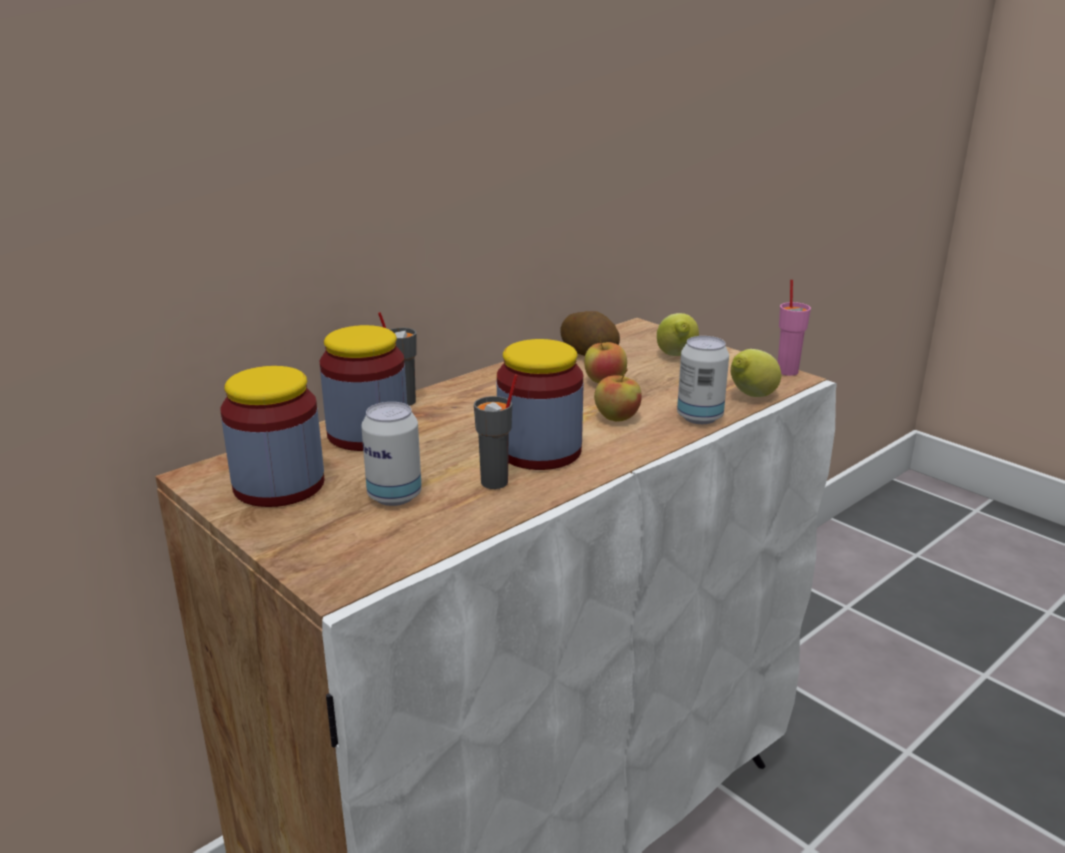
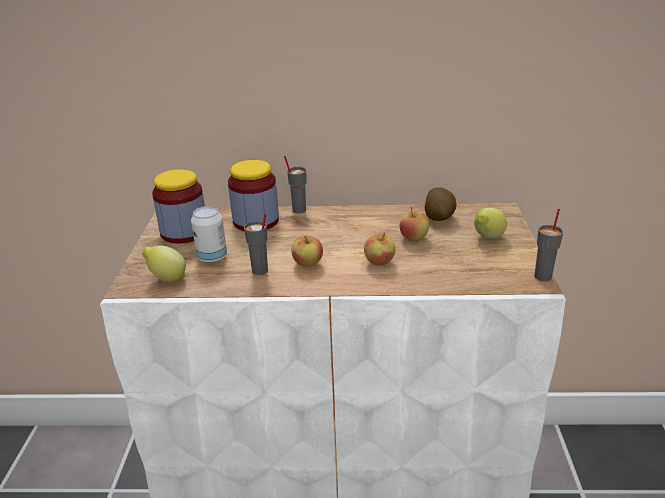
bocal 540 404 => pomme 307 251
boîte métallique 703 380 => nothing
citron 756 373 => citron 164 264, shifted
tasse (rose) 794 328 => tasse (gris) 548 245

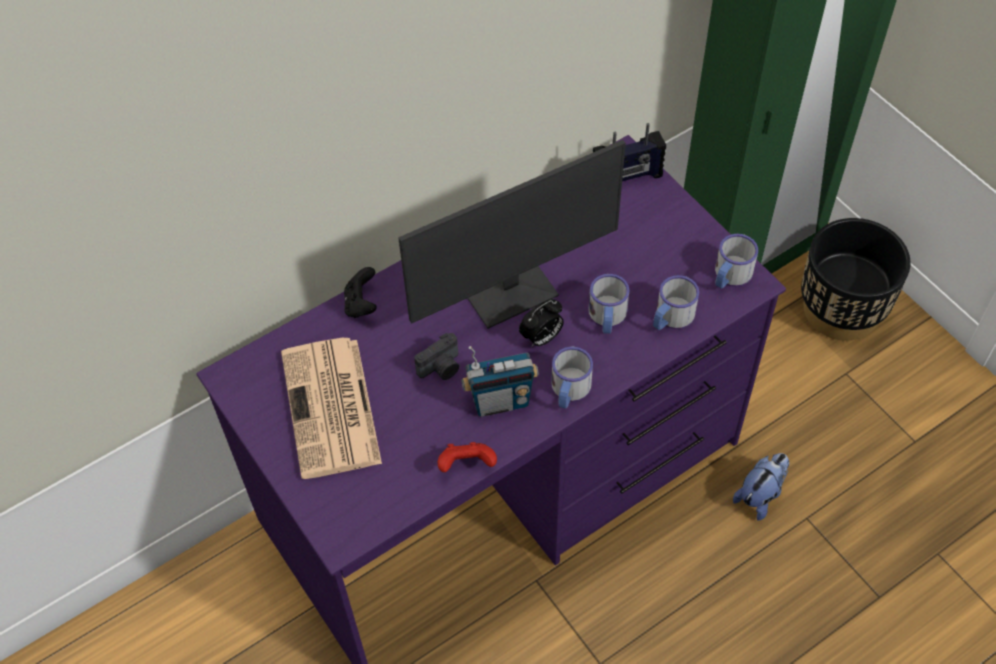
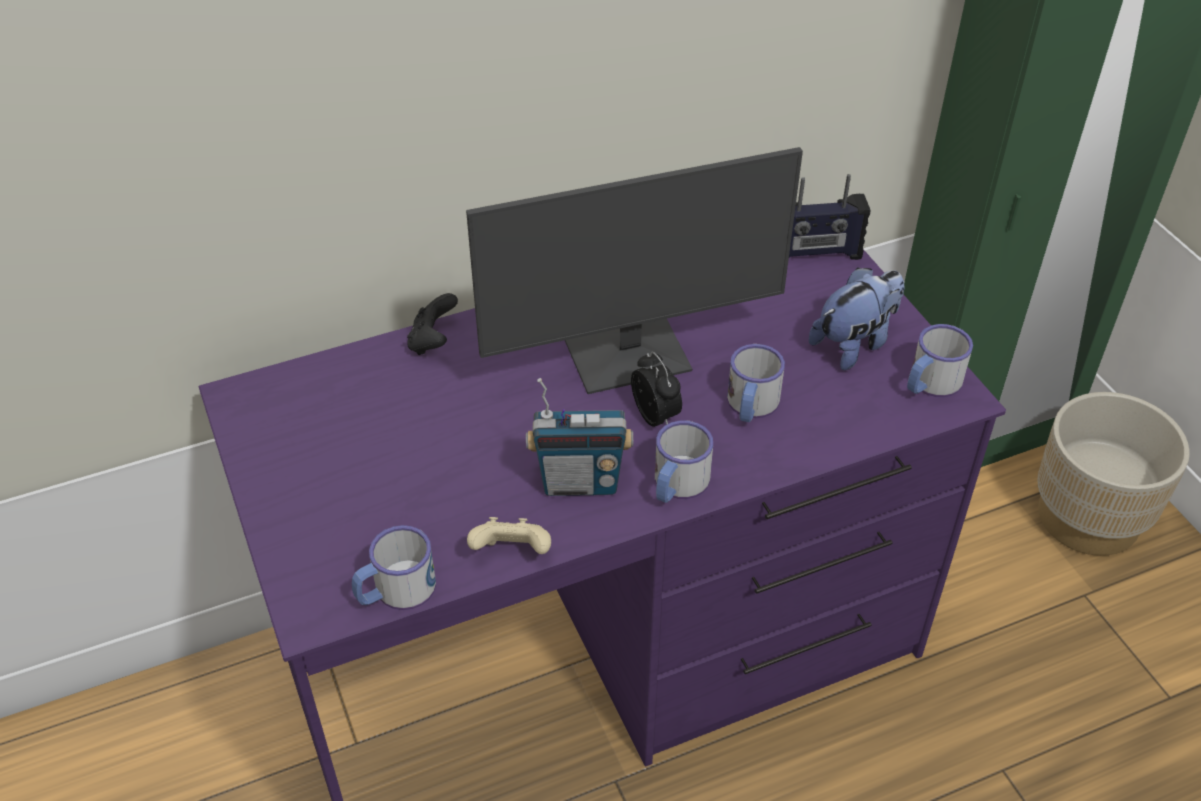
journal 331 408 => nothing
appareil photo 436 356 => nothing
manette (rouge) 467 457 => manette (beige) 509 535
réveil 541 323 => réveil 656 389, 90 degrees counterclockwise
mug 676 302 => mug 394 567, shifted
peluche 761 487 => peluche 857 319, shifted
cache-pot (noir) 856 279 => cache-pot (beige) 1113 474

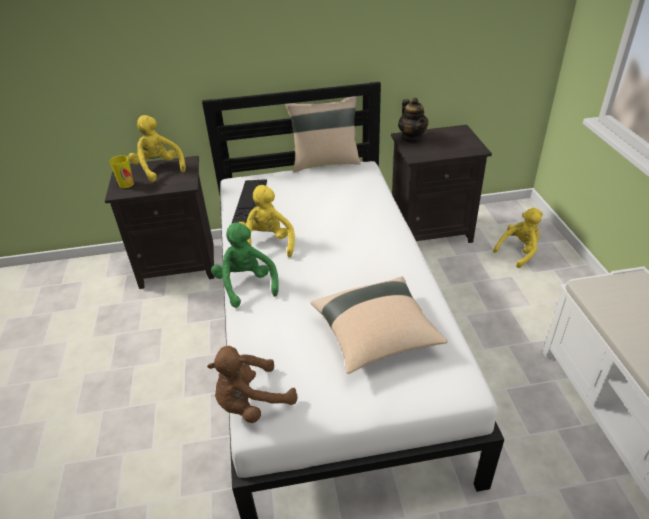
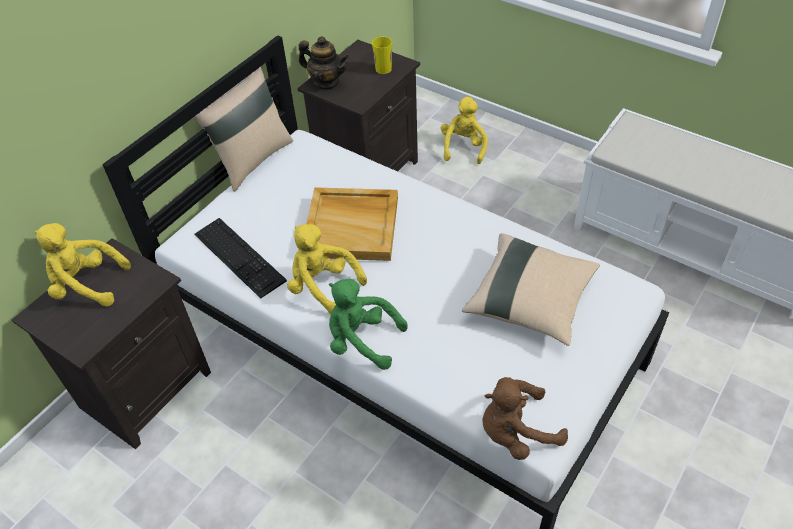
tasse 121 171 => tasse 382 55, shifted
peluche (marron) 252 384 => peluche (marron) 525 418, 60 degrees clockwise
nothing => plateau (beige) 352 224

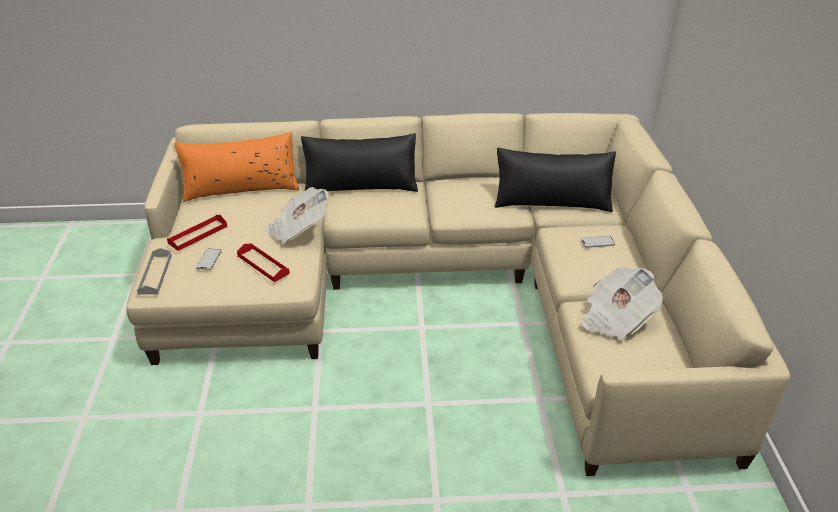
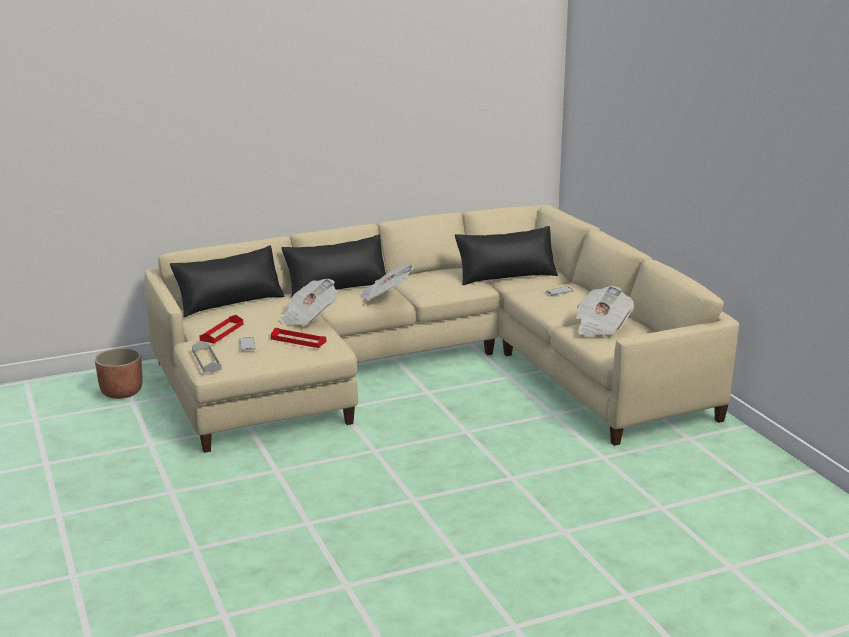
coussin (orange) 236 167 => coussin (noir) 227 281
nothing => cache-pot 118 373
nothing => journal 386 282

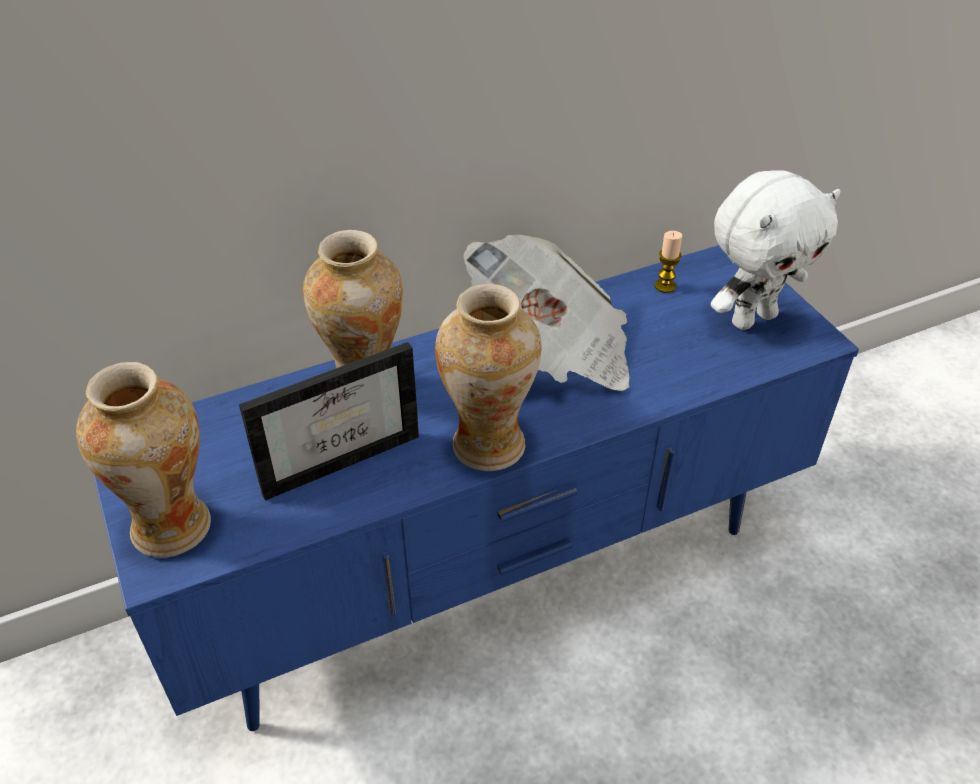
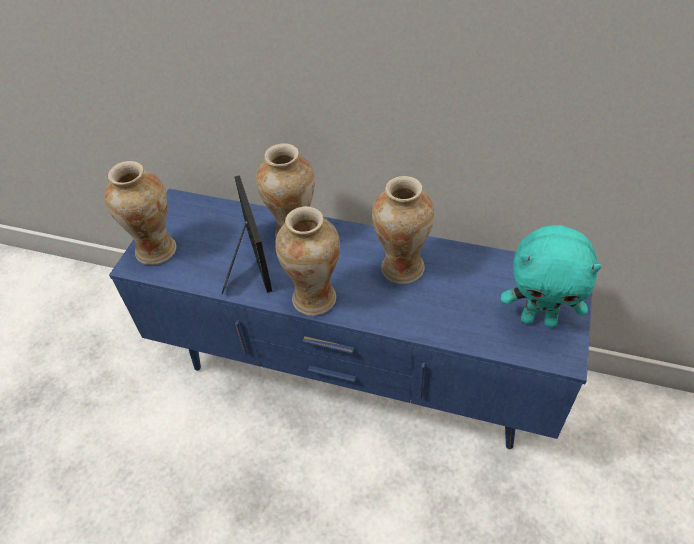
cadre photo 329 421 => cadre photo 247 234, 120 degrees counterclockwise
journal 546 313 => vase 403 230
bougie 668 262 => nothing
peluche (blanc) 776 250 => peluche (turquoise) 551 276

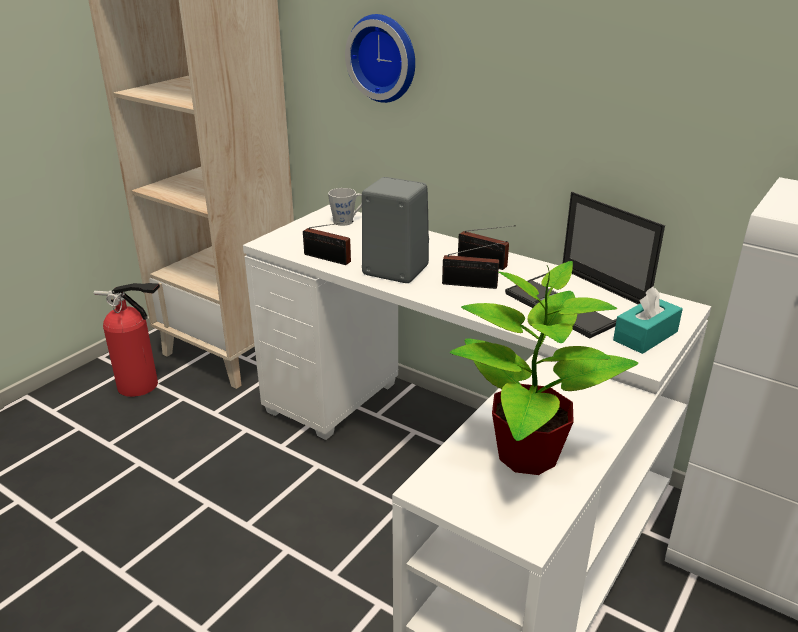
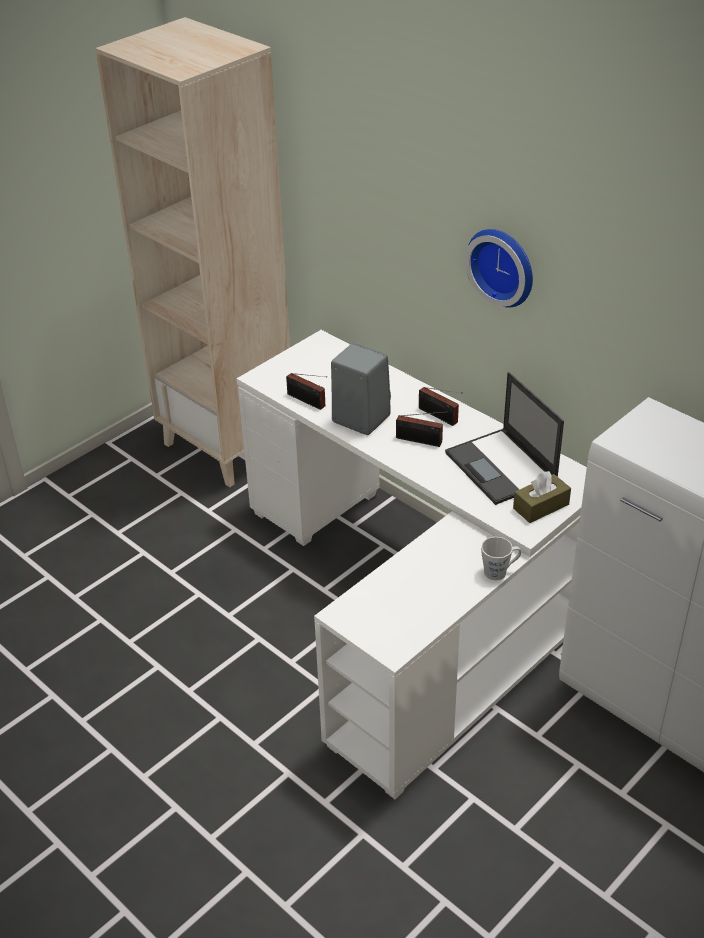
extincteur 127 340 => nothing
mug (gris) 345 207 => mug (gris) 501 558, shifted
horloge murale 380 58 => horloge murale 499 268, shifted
plante en pot 544 368 => nothing
boîte à mouchoirs (turquoise) 648 320 => boîte à mouchoirs (marron) 542 497

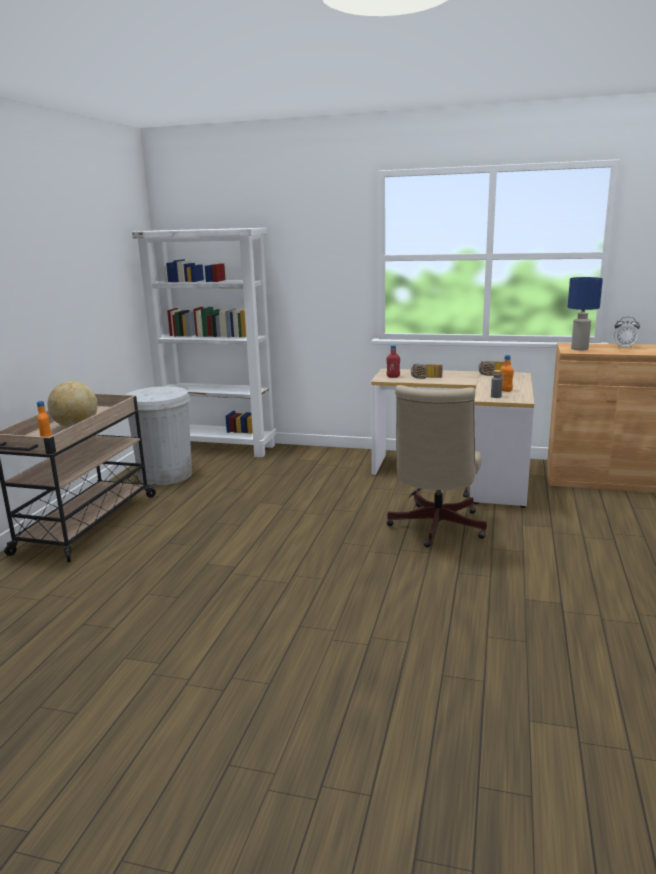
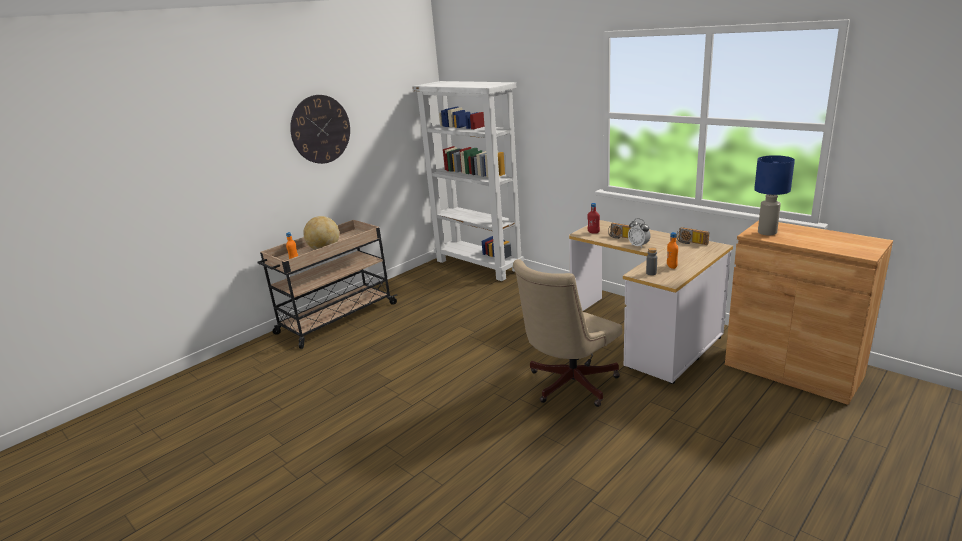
poubelle (blanc) 159 435 => nothing
réveil 627 332 => réveil 639 233, shifted
nothing => horloge murale 320 129

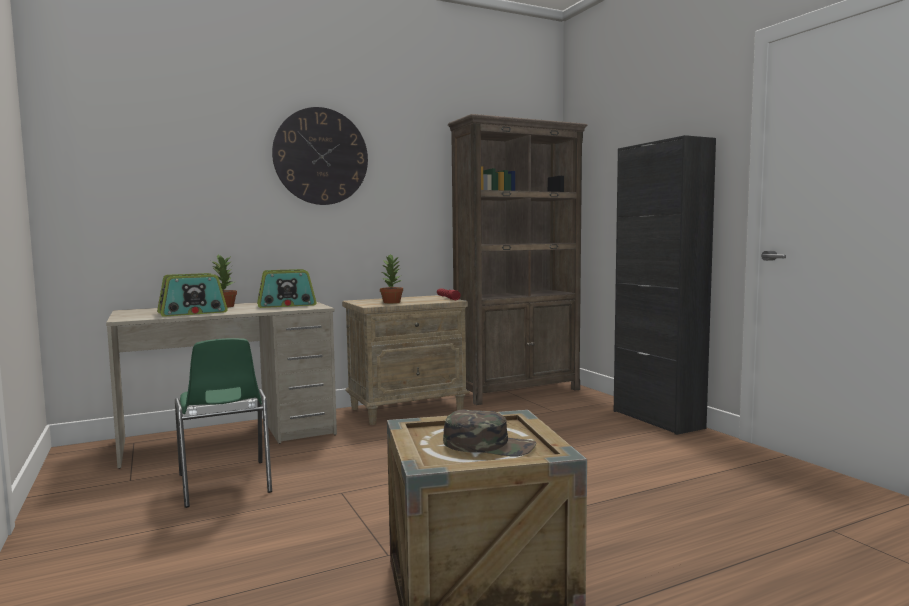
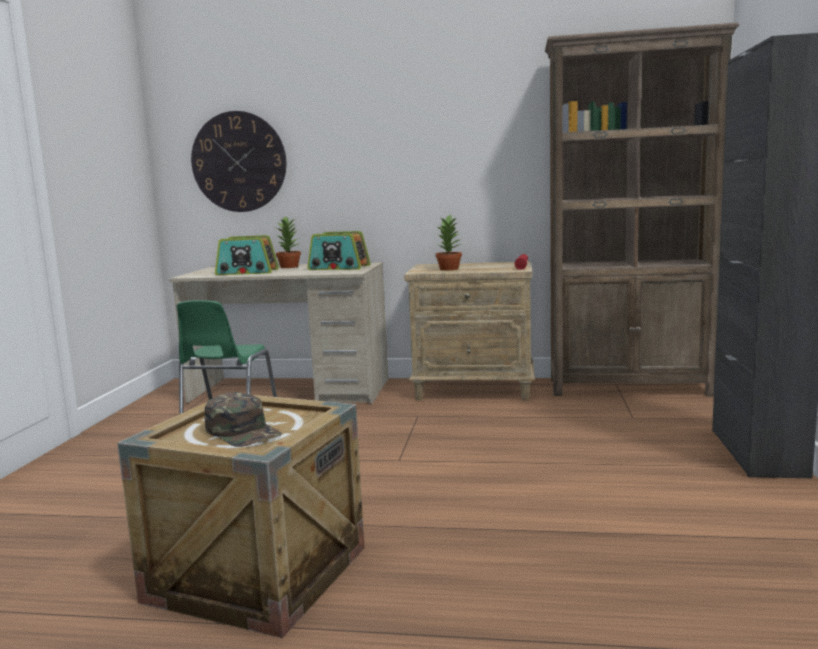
horloge murale 320 156 => horloge murale 238 161, shifted

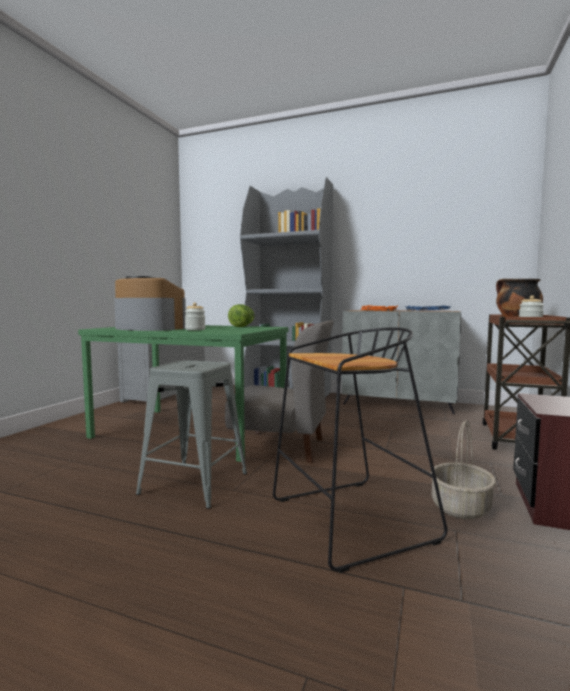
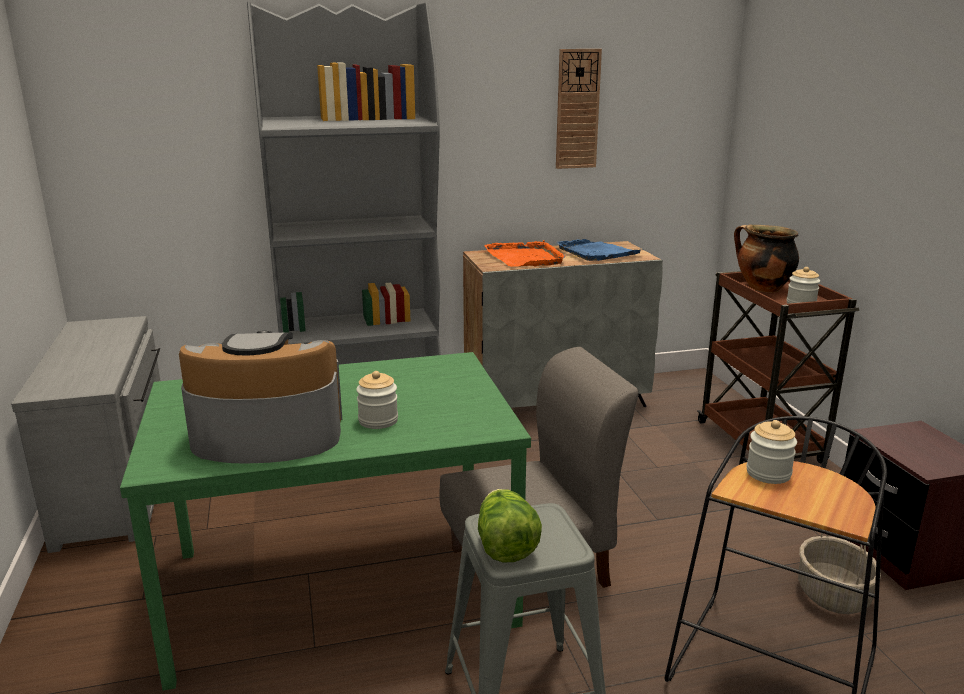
laitue 241 315 => laitue 510 525, shifted
nothing => horloge murale 579 109
nothing => bocal 771 452

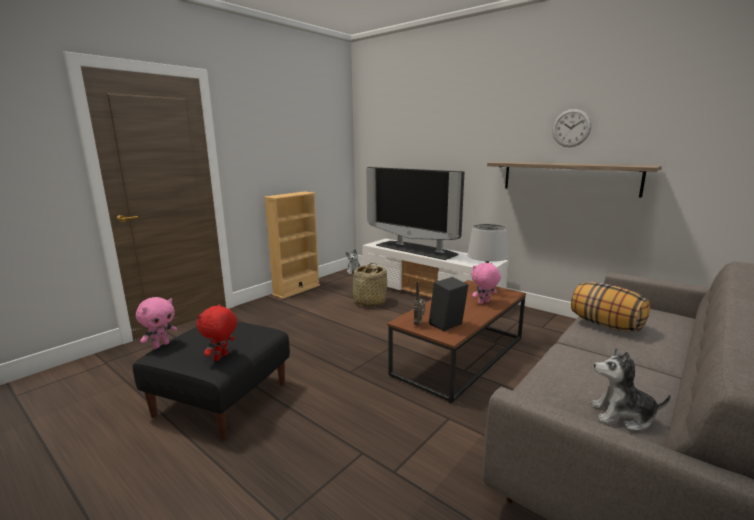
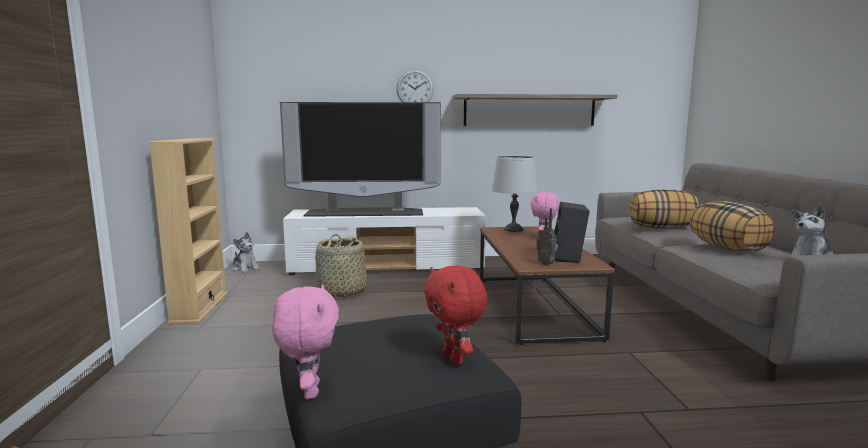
horloge murale 571 128 => horloge murale 415 86, shifted
nothing => coussin 732 226

